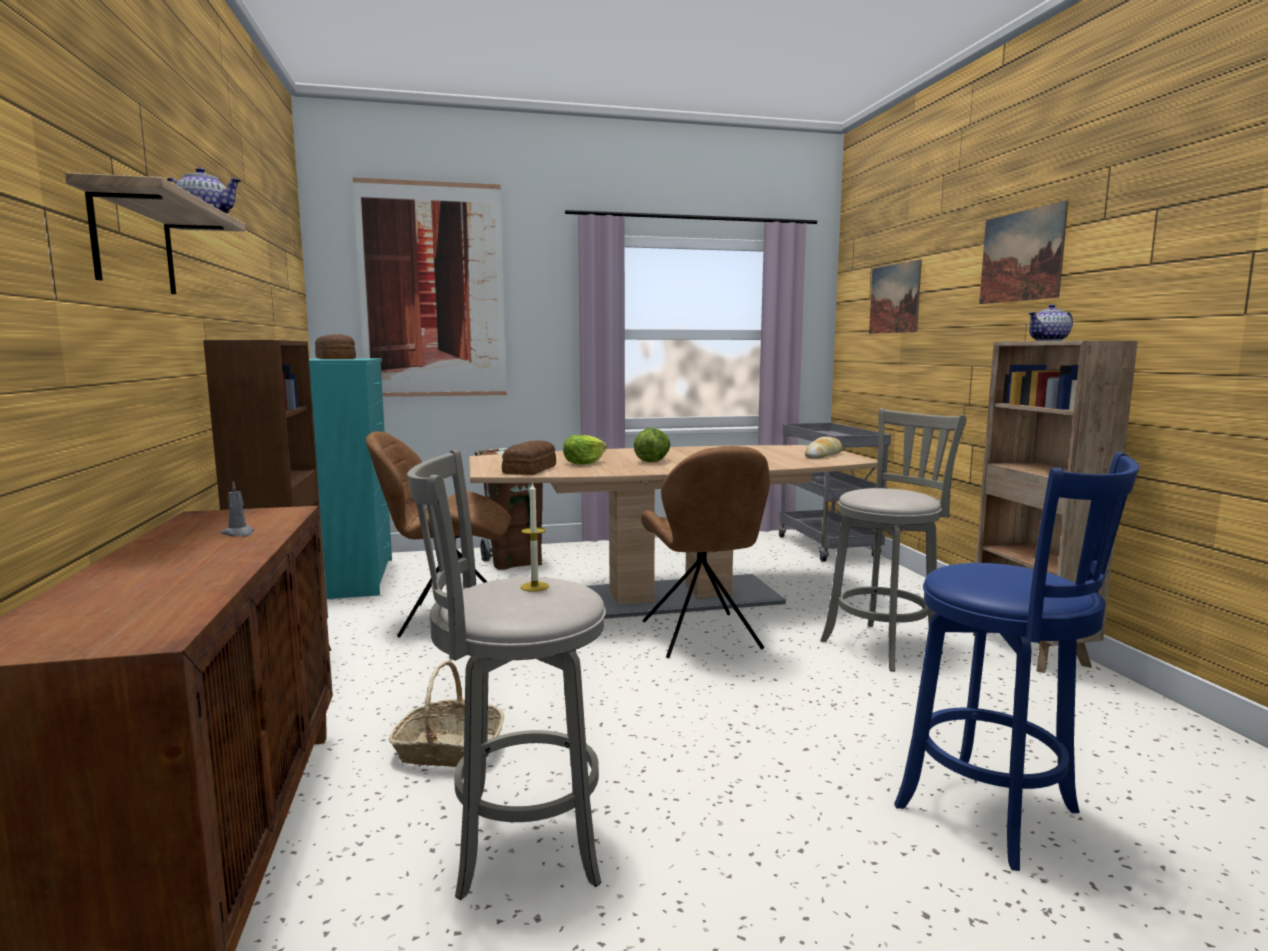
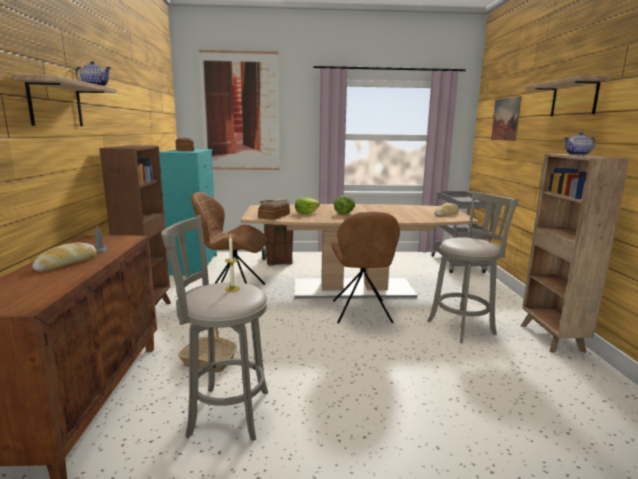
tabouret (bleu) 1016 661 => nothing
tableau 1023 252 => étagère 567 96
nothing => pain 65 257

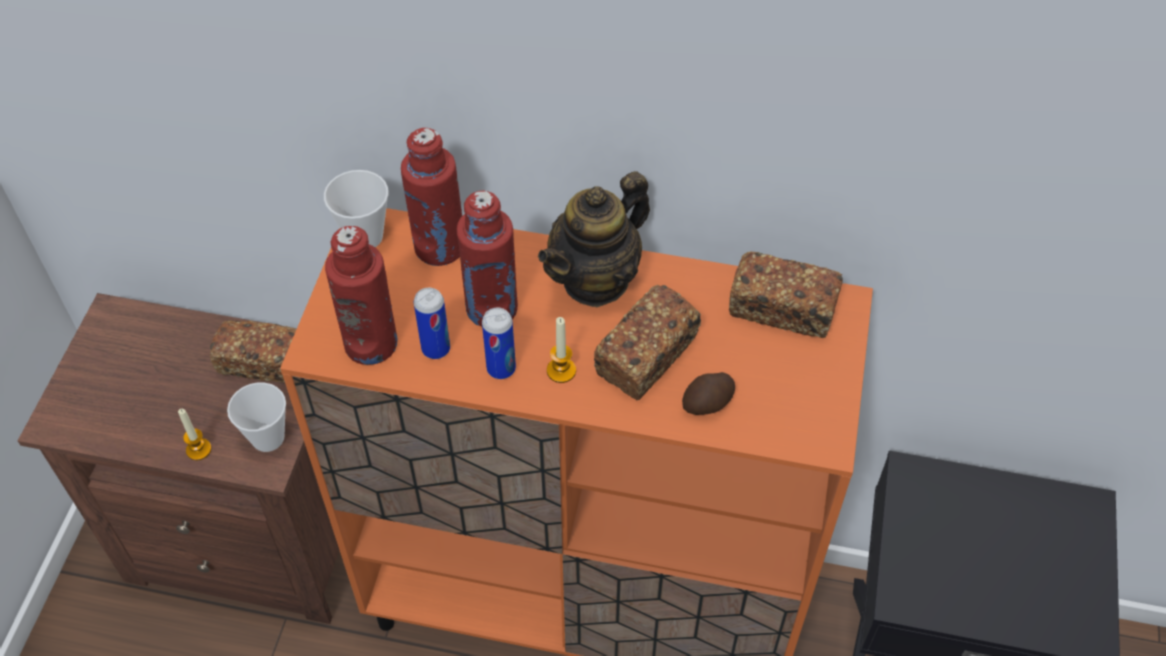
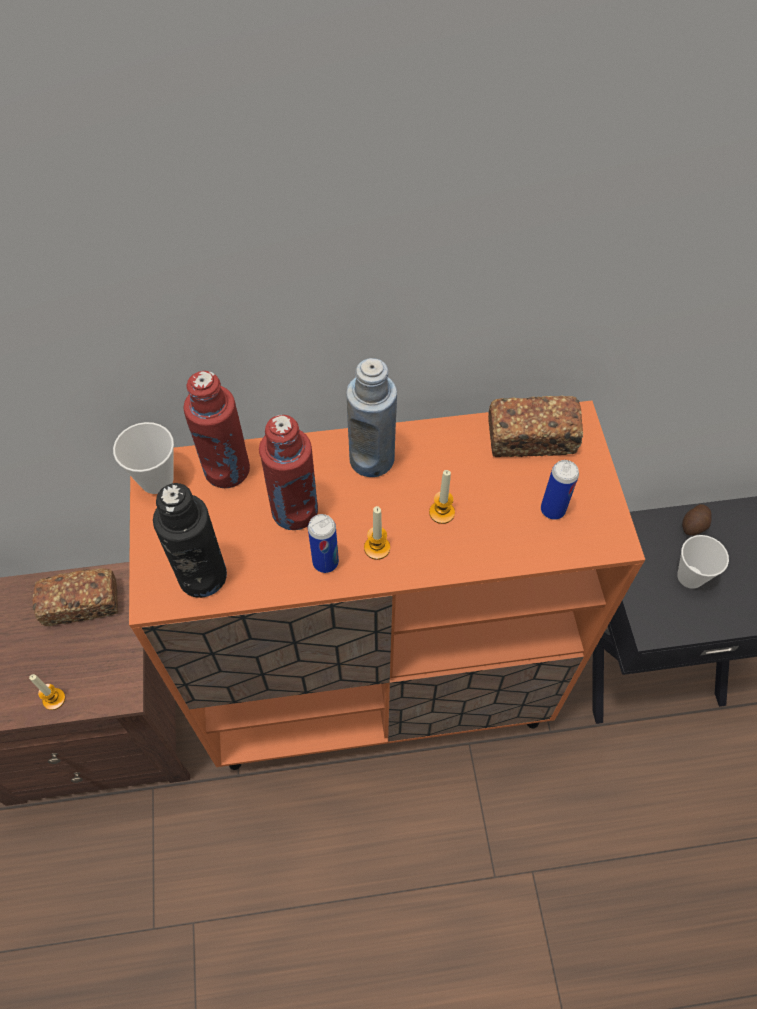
tasse 256 417 => tasse 703 562, shifted
bouteille (rouge) 361 295 => bouteille (noir) 190 540
boîte métallique 432 323 => boîte métallique 560 490, shifted
théière 594 239 => bouteille (bleu) 371 417
pain 647 342 => bougie 442 497
pomme de terre 708 393 => pomme de terre 697 520, shifted

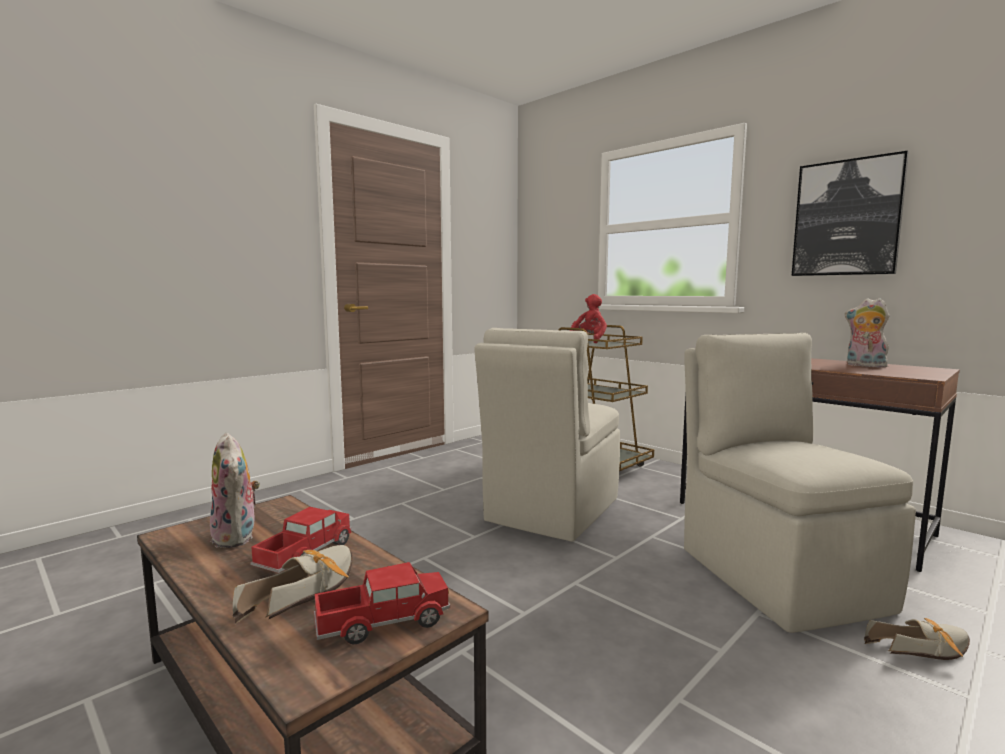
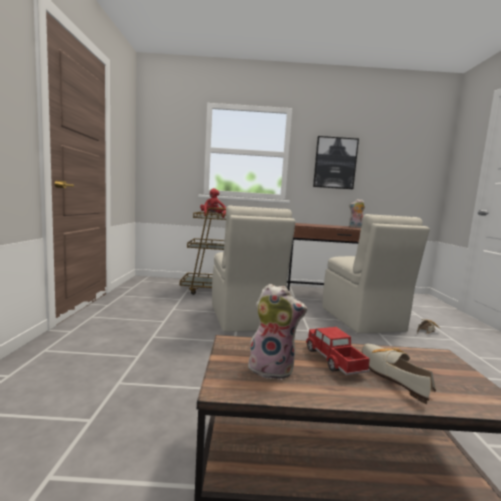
camion jouet 382 603 => nothing
chaise (beige) 800 483 => chaise (beige) 376 274, 135 degrees counterclockwise

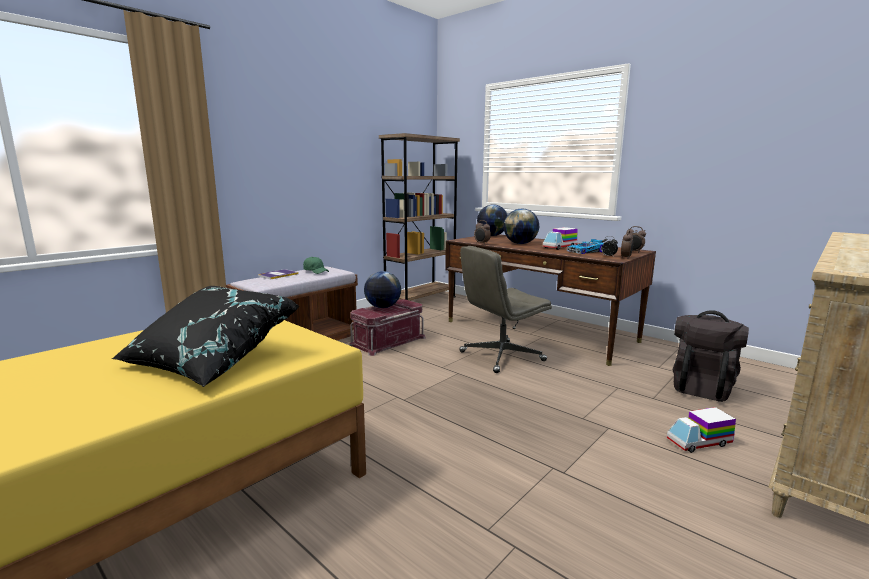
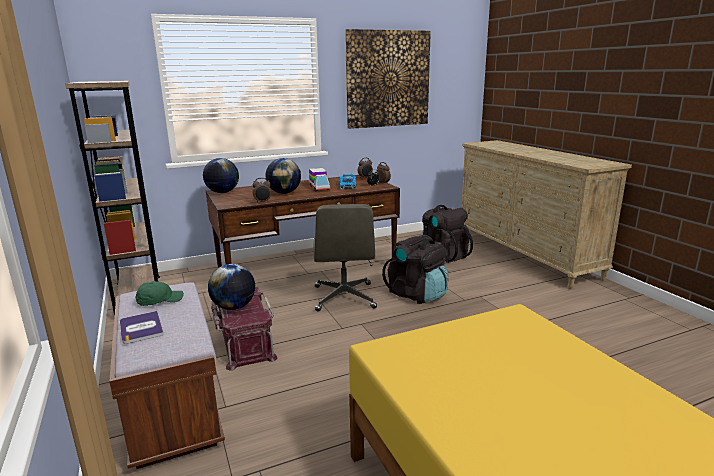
coussin (noir) 206 336 => nothing
camion jouet 701 430 => nothing
nothing => tableau 388 79
nothing => sac à dos (noir) 415 269

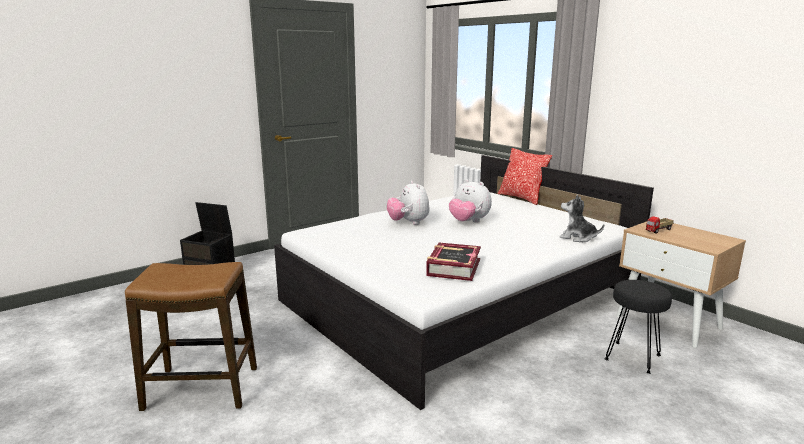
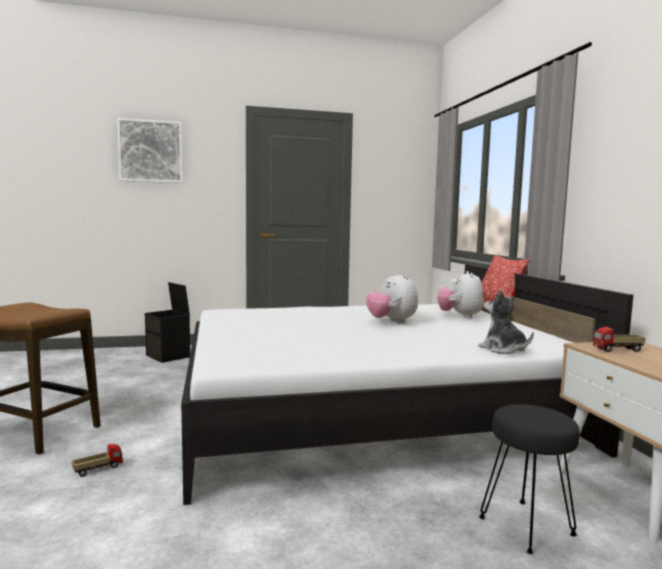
peluche 408 202 => peluche 460 294, shifted
livre 453 262 => nothing
nothing => camion jouet 97 460
nothing => tableau 150 150

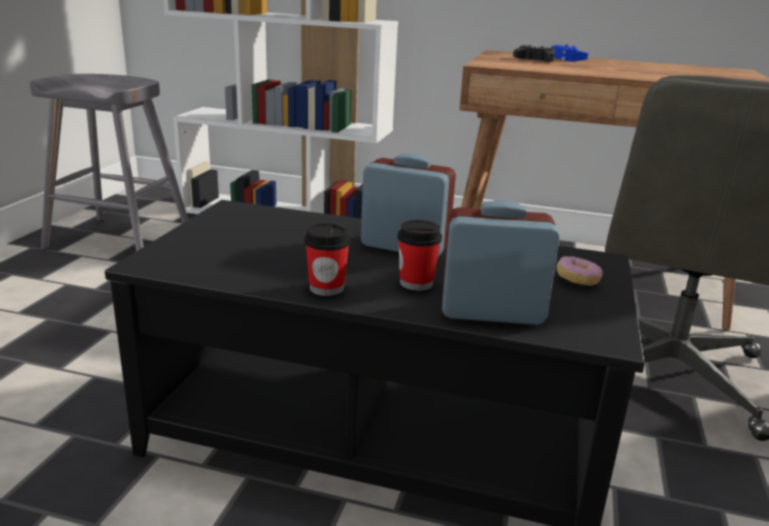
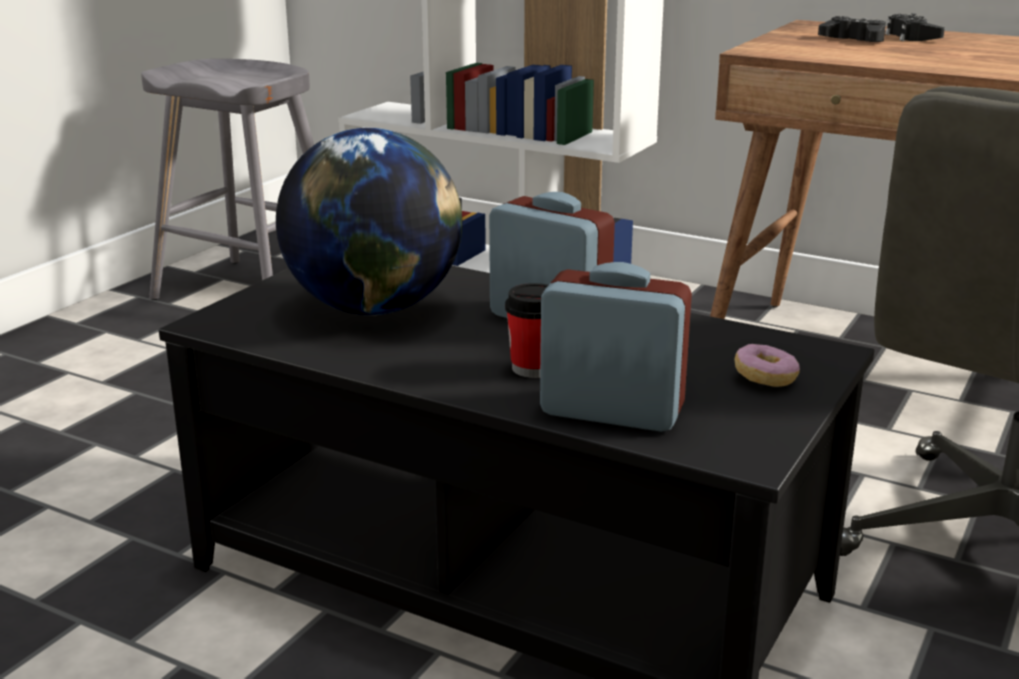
tasse 327 259 => nothing
manette (bleu) 570 52 => manette (noir) 915 27
nothing => globe 369 221

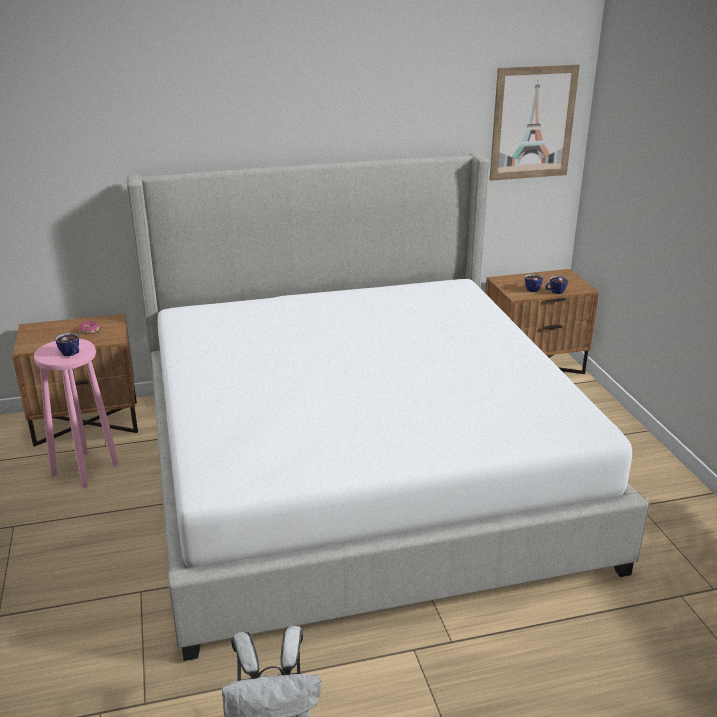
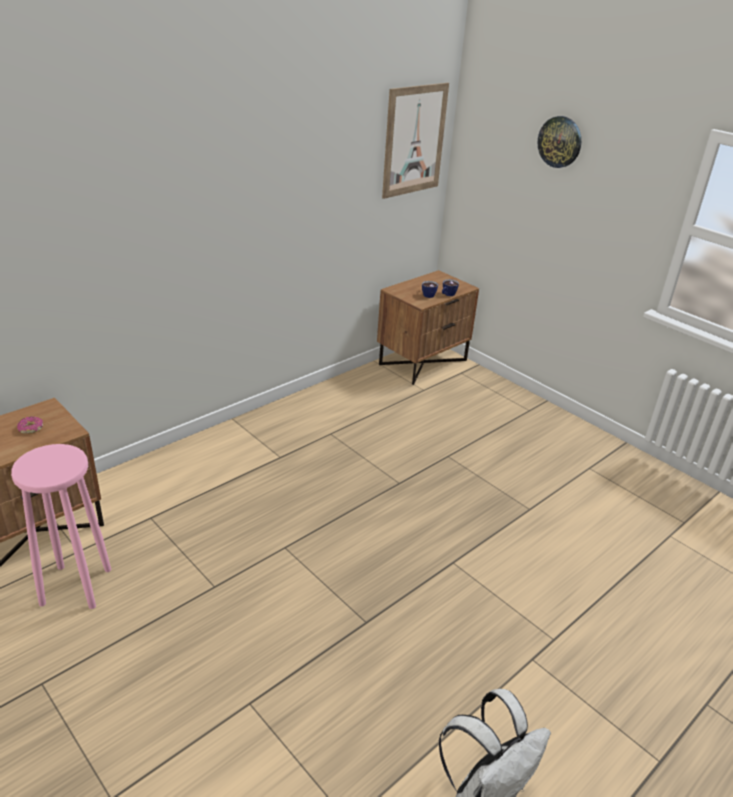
tasse 67 344 => nothing
lit 388 407 => nothing
nothing => horloge murale 559 142

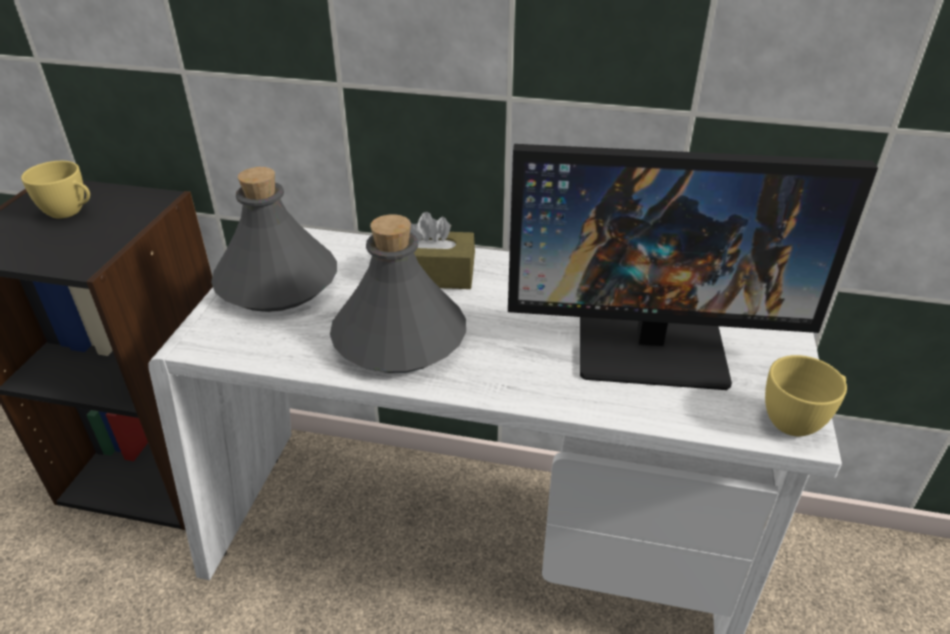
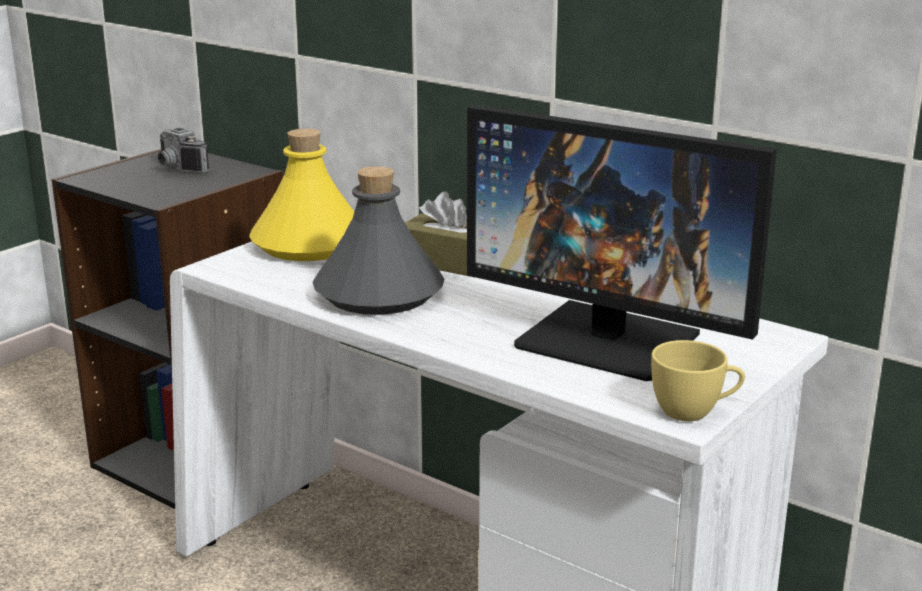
tasse (jaune) 55 190 => appareil photo 183 150
bouteille (gris) 274 239 => bouteille (jaune) 302 195

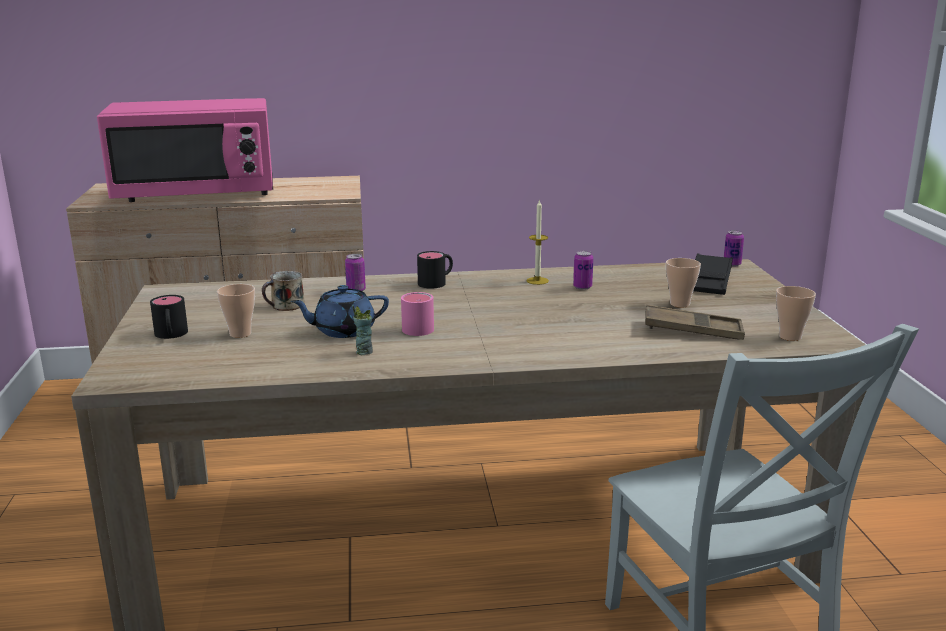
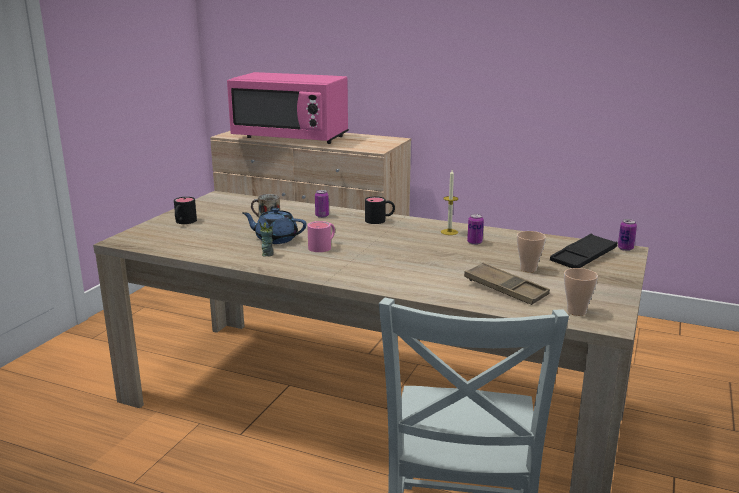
tasse 236 311 => nothing

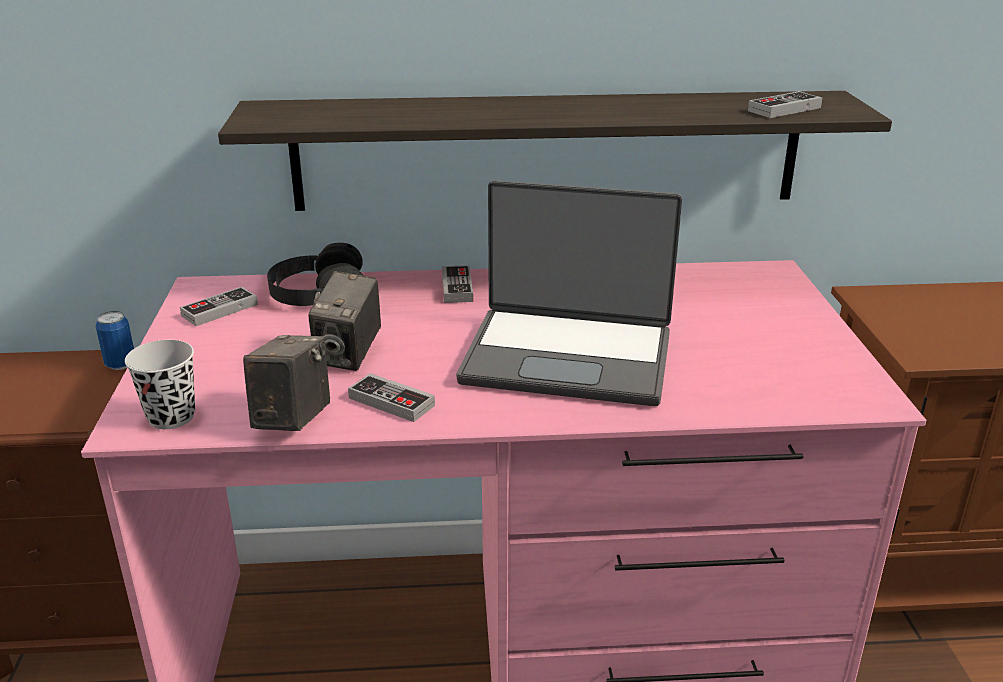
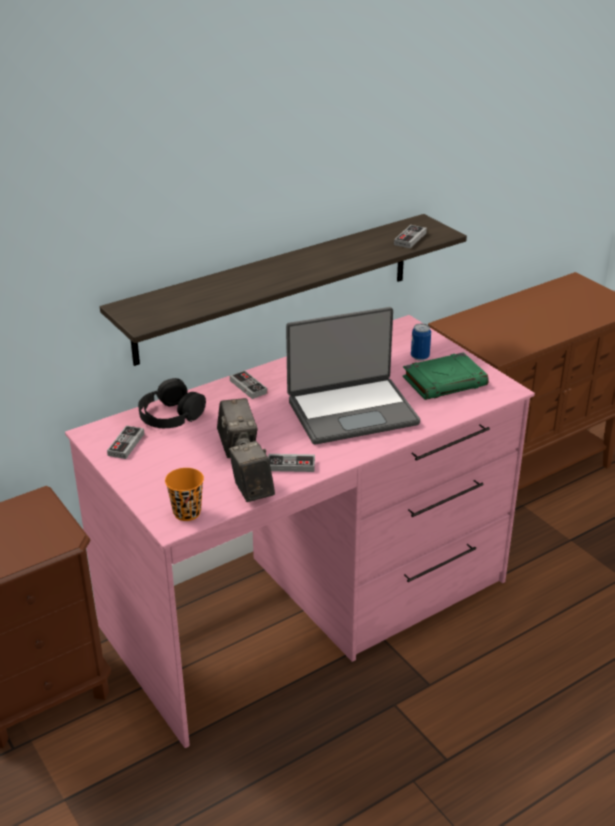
boîte métallique 115 340 => boîte métallique 421 342, shifted
tasse (noir) 160 384 => tasse (orange) 184 494
nothing => livre (vert) 446 376

